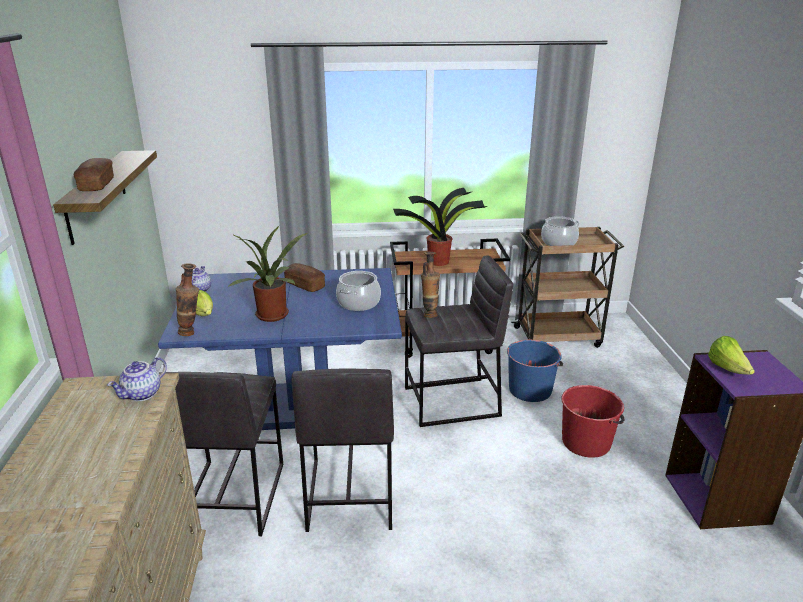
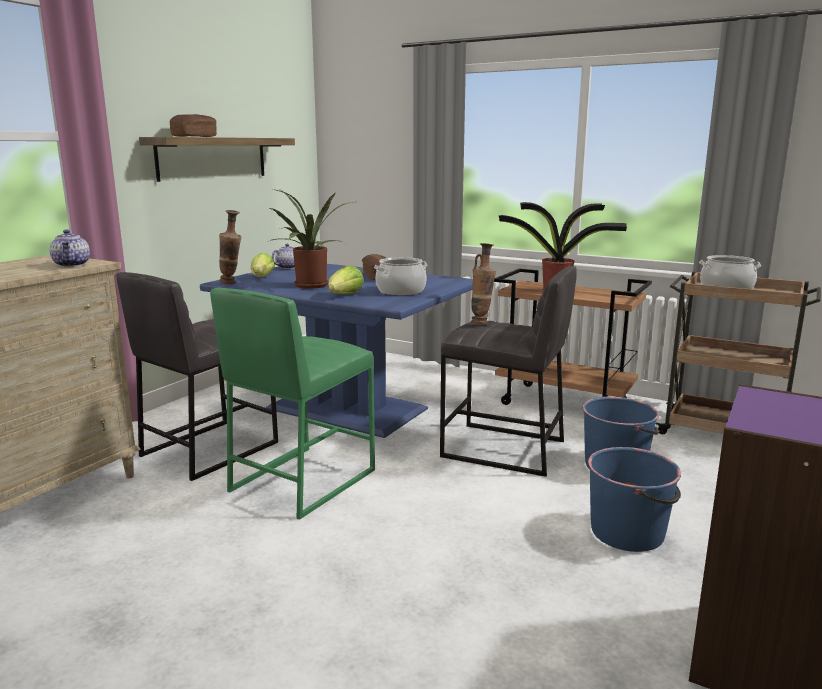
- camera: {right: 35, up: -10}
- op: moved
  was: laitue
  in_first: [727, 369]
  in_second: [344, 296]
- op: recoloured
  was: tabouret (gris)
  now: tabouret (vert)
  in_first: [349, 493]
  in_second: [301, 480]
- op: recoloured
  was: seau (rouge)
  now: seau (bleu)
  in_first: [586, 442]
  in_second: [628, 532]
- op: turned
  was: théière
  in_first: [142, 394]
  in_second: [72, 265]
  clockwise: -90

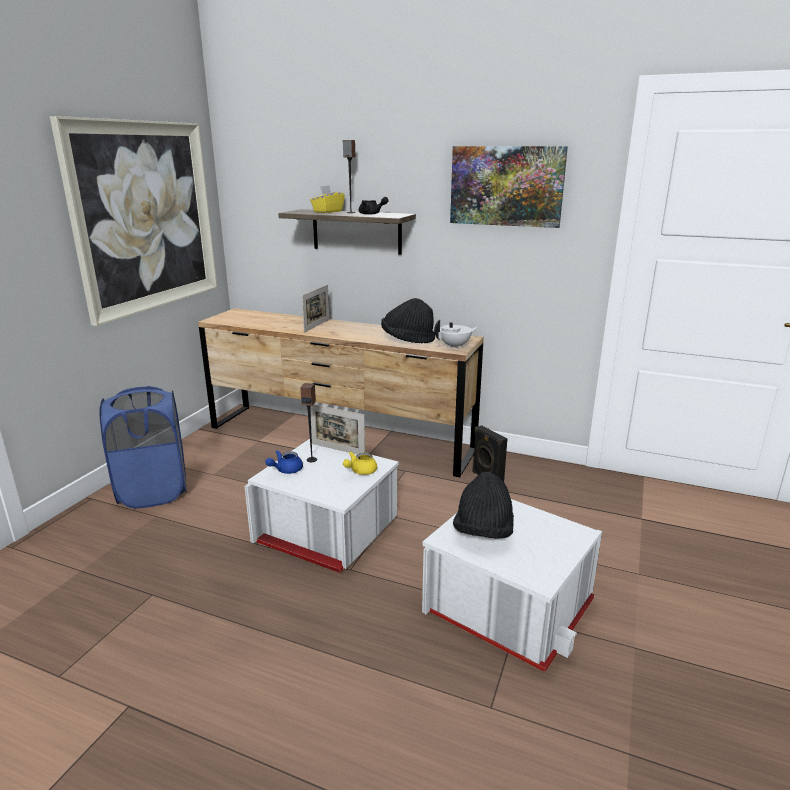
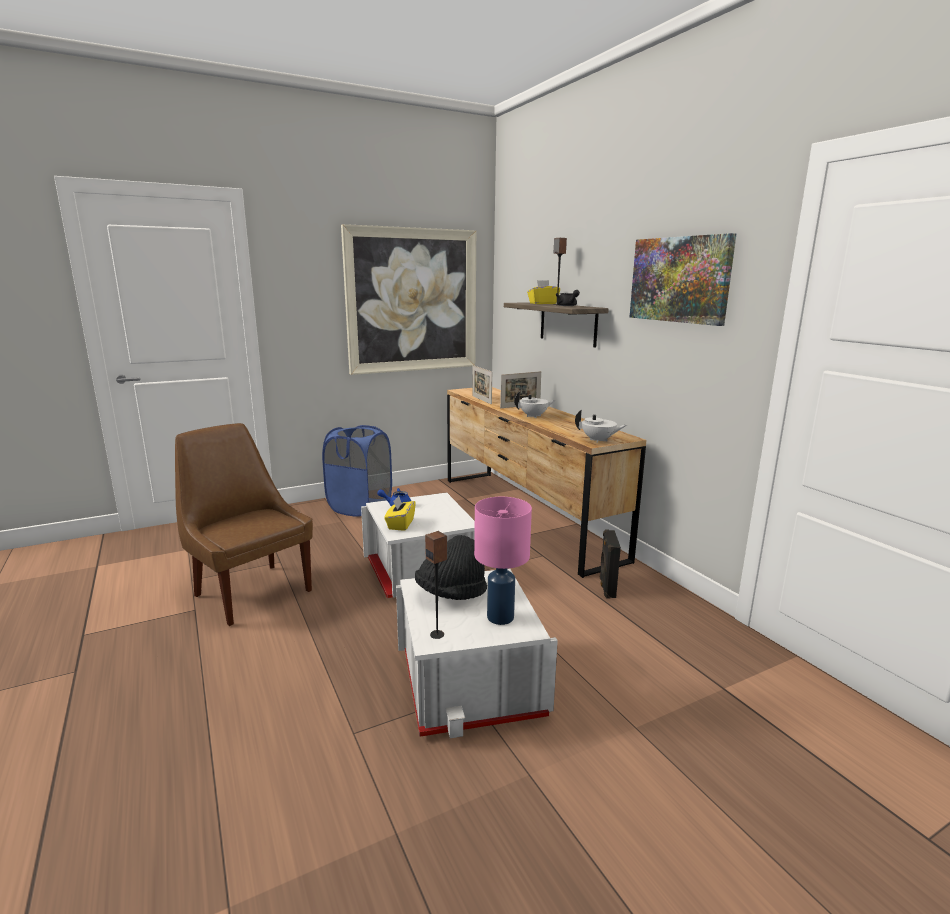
- camera: {right: 40, up: -5}
- op: removed
  was: théière (jaune)
  in_first: [360, 471]
- op: removed
  was: chapeau (noir)
  in_first: [407, 340]
- op: added
  now: chaise (marron)
  in_second: [251, 592]
- op: added
  now: boîte à mouchoirs (jaune)
  in_second: [400, 524]
- op: added
  now: lampe de table (rose)
  in_second: [499, 617]
- op: added
  now: théière (blanc)
  in_second: [534, 416]
- op: moved
  was: enceinte
  in_first: [312, 459]
  in_second: [437, 634]
- op: moved
  was: cadre photo
  in_first: [337, 449]
  in_second: [481, 400]

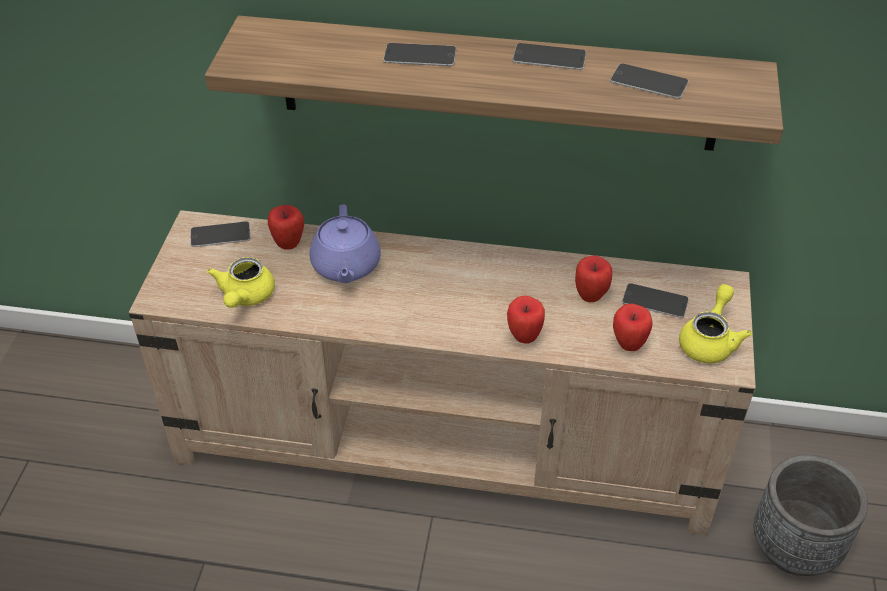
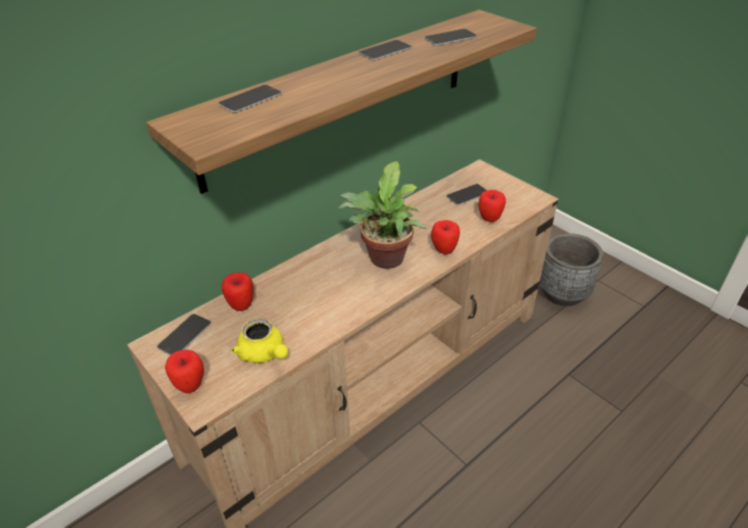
- camera: {right: -50, up: -5}
- op: removed
  was: théière (violet)
  in_first: [346, 266]
- op: removed
  was: théière (jaune)
  in_first: [709, 341]
- op: added
  now: plante en pot
  in_second: [384, 261]
- op: moved
  was: téléphone
  in_first: [420, 55]
  in_second: [250, 99]
- op: moved
  was: pomme
  in_first: [590, 296]
  in_second: [190, 386]

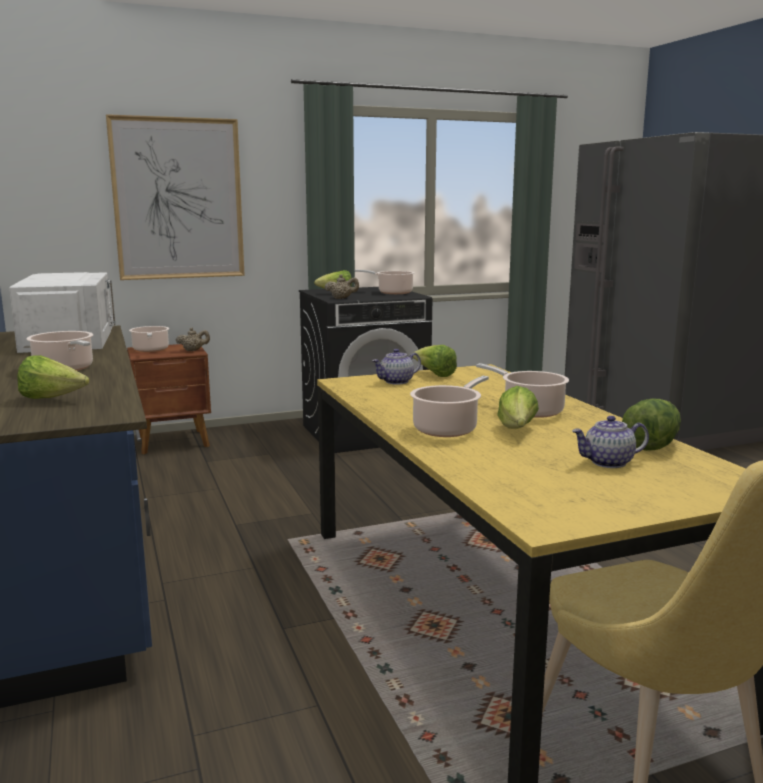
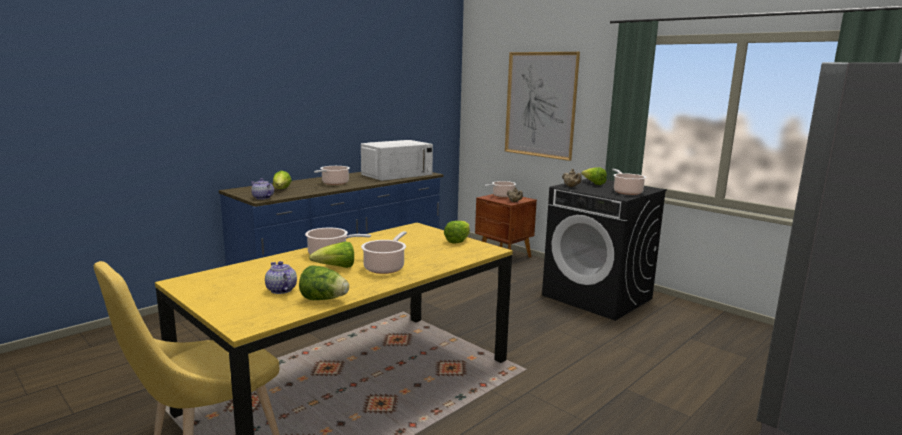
- camera: {right: 65, up: 0}
- op: moved
  was: théière
  in_first: [396, 382]
  in_second: [262, 198]

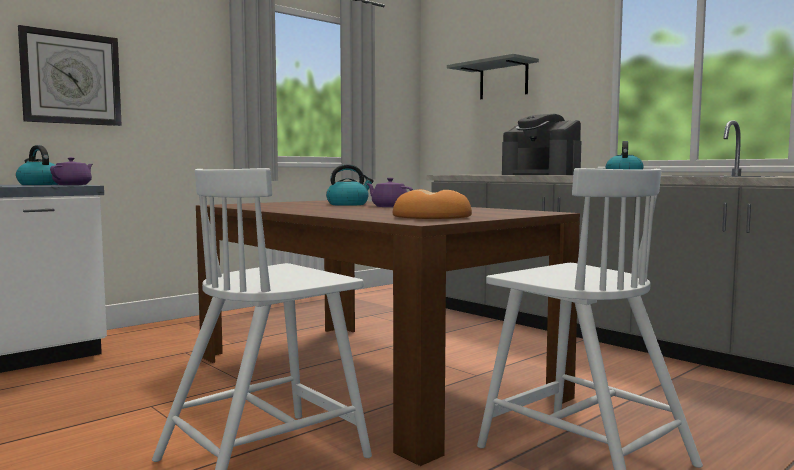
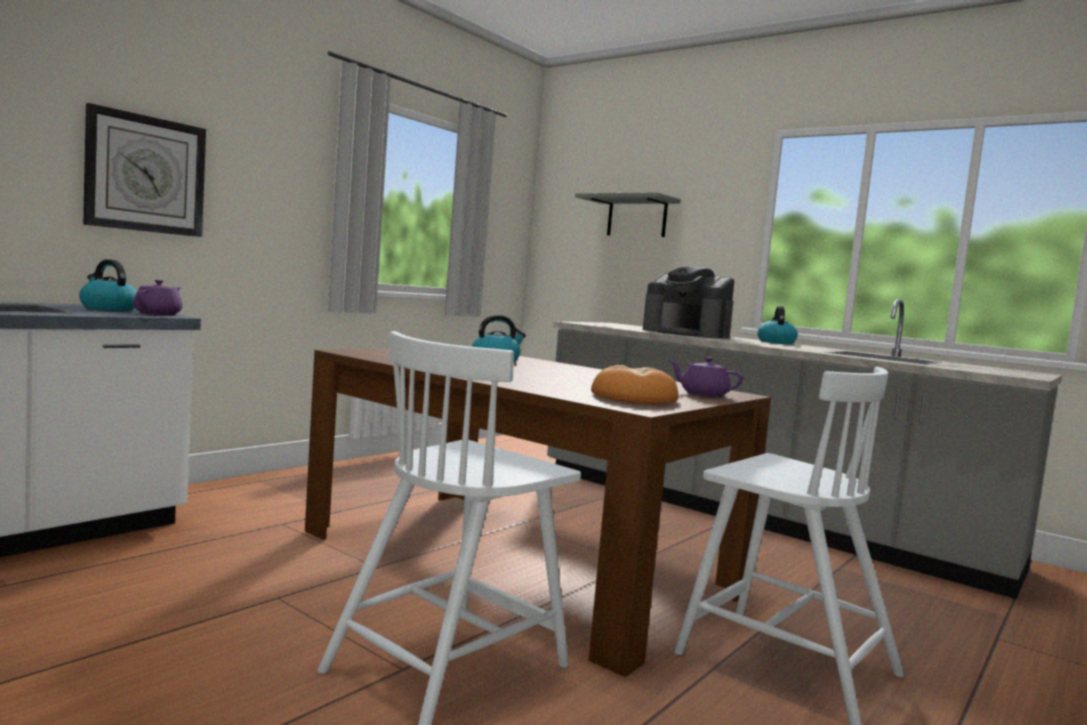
- camera: {right: -10, up: 0}
- op: moved
  was: théière (violet)
  in_first: [389, 206]
  in_second: [703, 394]

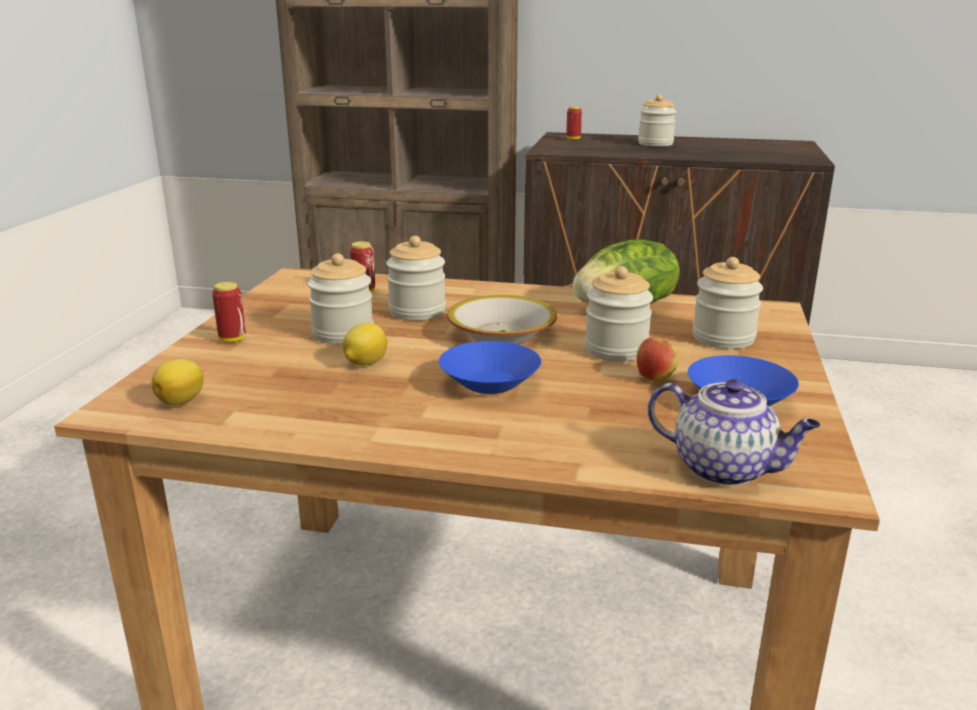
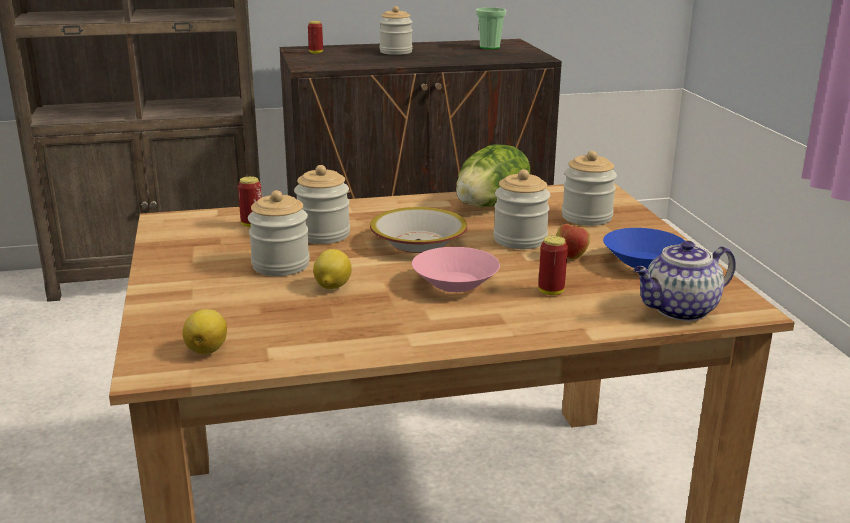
- camera: {right: -25, up: 0}
- op: added
  now: tasse
  in_second: [489, 47]
- op: moved
  was: boîte métallique
  in_first: [232, 339]
  in_second: [551, 292]
- op: recoloured
  was: bol (bleu)
  now: bol (rose)
  in_first: [490, 385]
  in_second: [456, 285]
- op: turned
  was: théière
  in_first: [725, 469]
  in_second: [679, 310]
  clockwise: 150

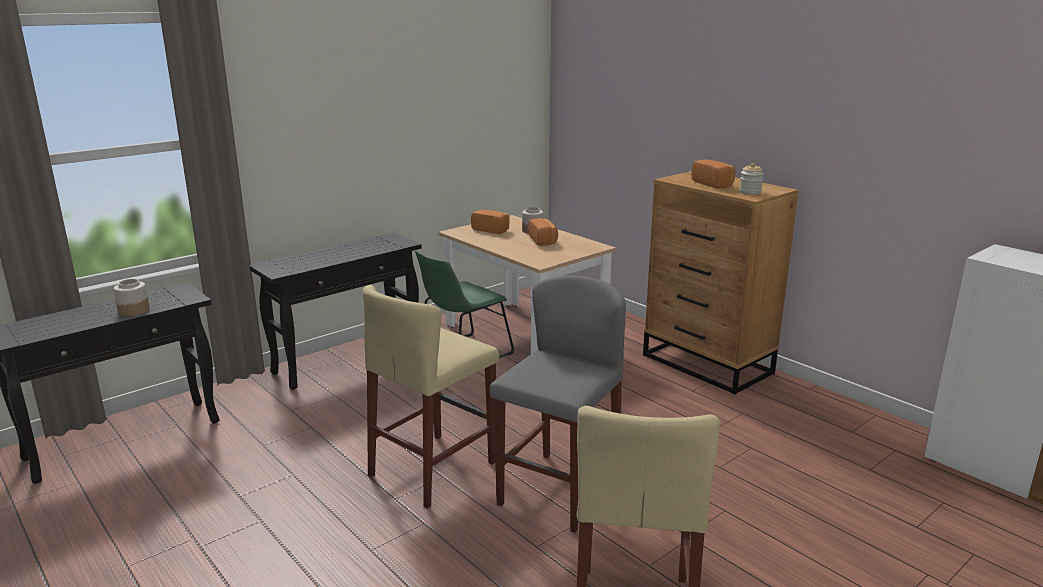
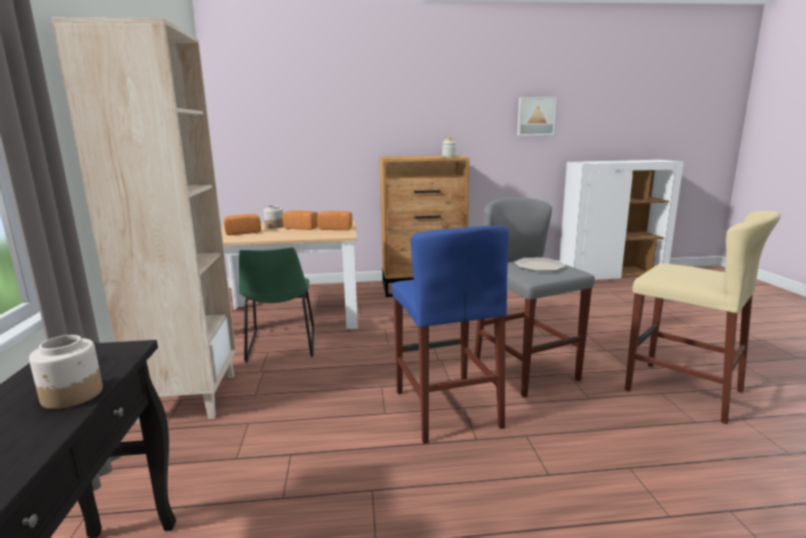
- camera: {right: -55, up: -5}
- op: added
  now: assiette
  in_second: [539, 265]
- op: added
  now: tableau
  in_second: [535, 116]
- op: moved
  was: pain
  in_first: [713, 184]
  in_second: [336, 228]
- op: replaced
  was: table console (noir)
  now: bibliothèque (beige)
  in_first: [348, 360]
  in_second: [189, 397]
- op: recoloured
  was: tabouret (beige)
  now: tabouret (bleu)
  in_first: [433, 469]
  in_second: [446, 408]

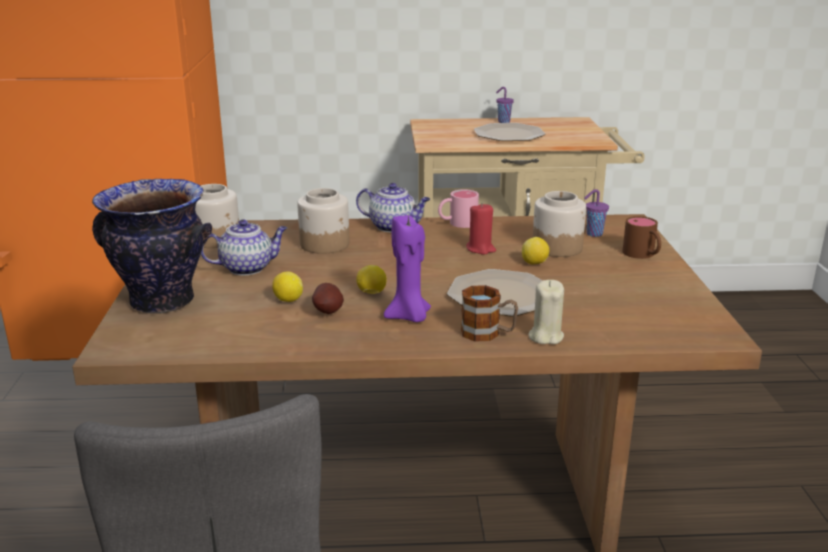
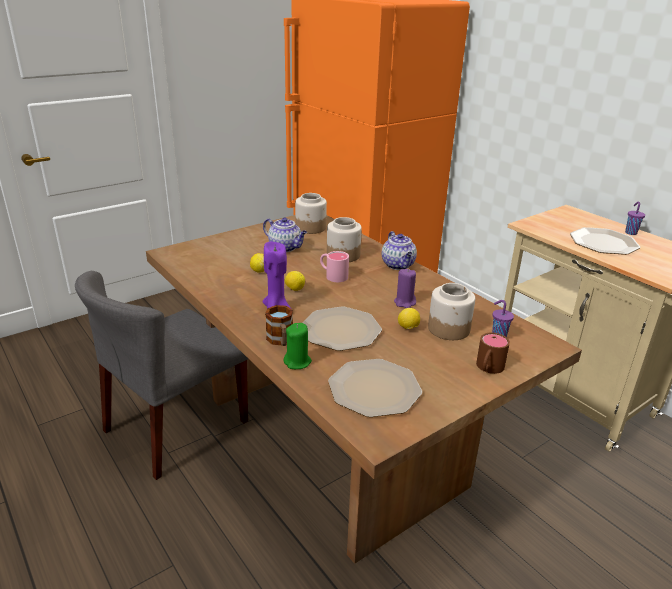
- camera: {right: 55, up: 5}
- op: removed
  was: vase
  in_first: [161, 302]
- op: removed
  was: pomme de terre
  in_first: [329, 312]
- op: added
  now: assiette
  in_second: [374, 389]
- op: moved
  was: mug (rose)
  in_first: [457, 223]
  in_second: [333, 275]
- op: recoloured
  was: bougie (rouge)
  now: bougie (violet)
  in_first: [480, 249]
  in_second: [405, 302]
- op: recoloured
  was: bougie (beige)
  now: bougie (vert)
  in_first: [545, 336]
  in_second: [297, 362]

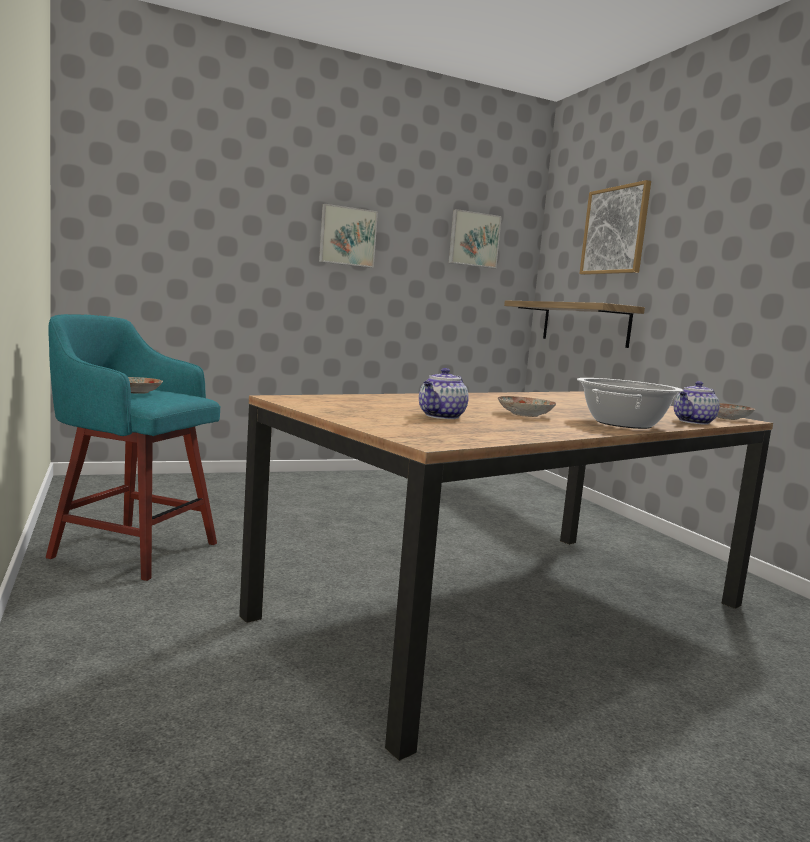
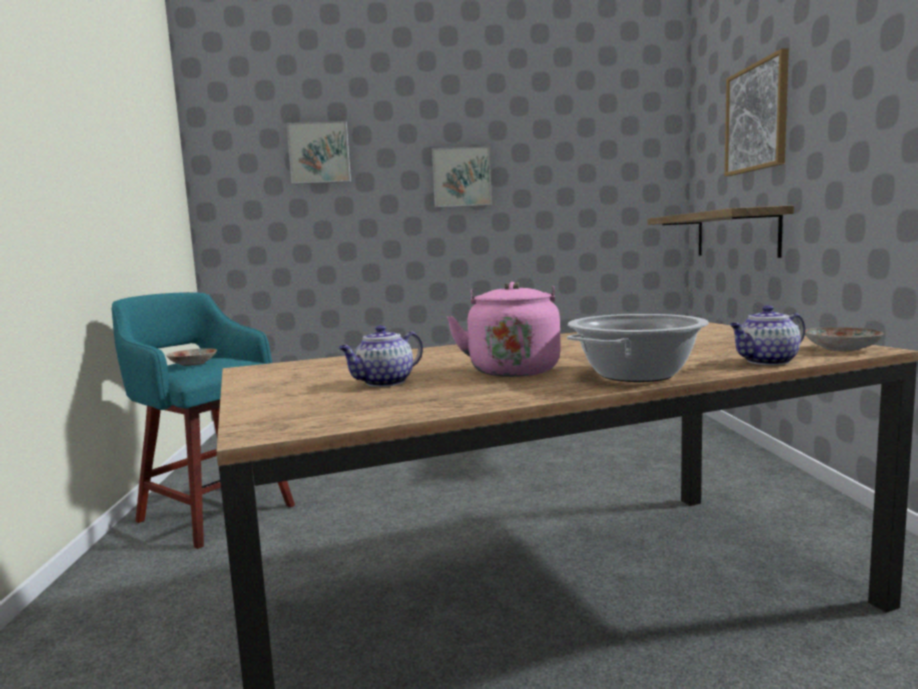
- camera: {right: 20, up: 0}
- op: moved
  was: tableau
  in_first: [473, 239]
  in_second: [319, 153]
- op: replaced
  was: assiette
  now: bouilloire (rose)
  in_first: [525, 414]
  in_second: [513, 369]

